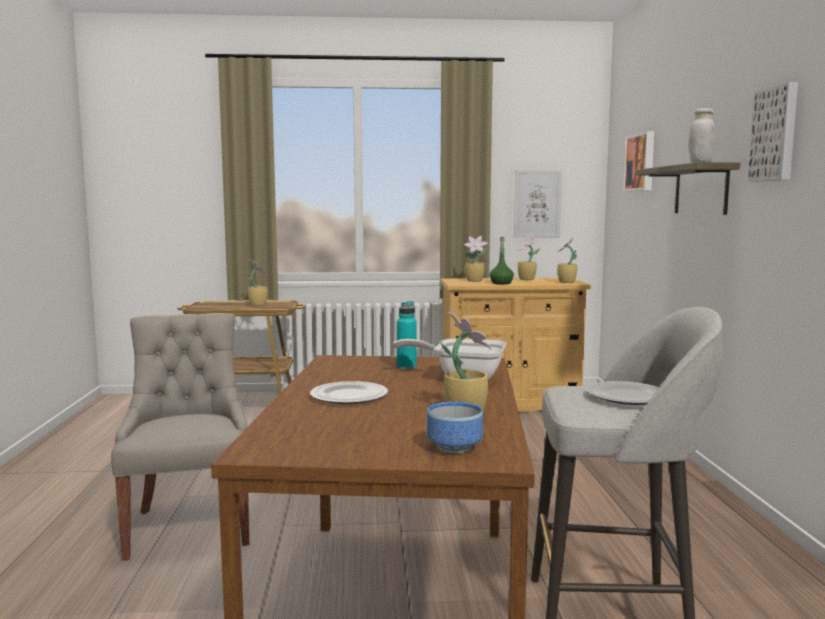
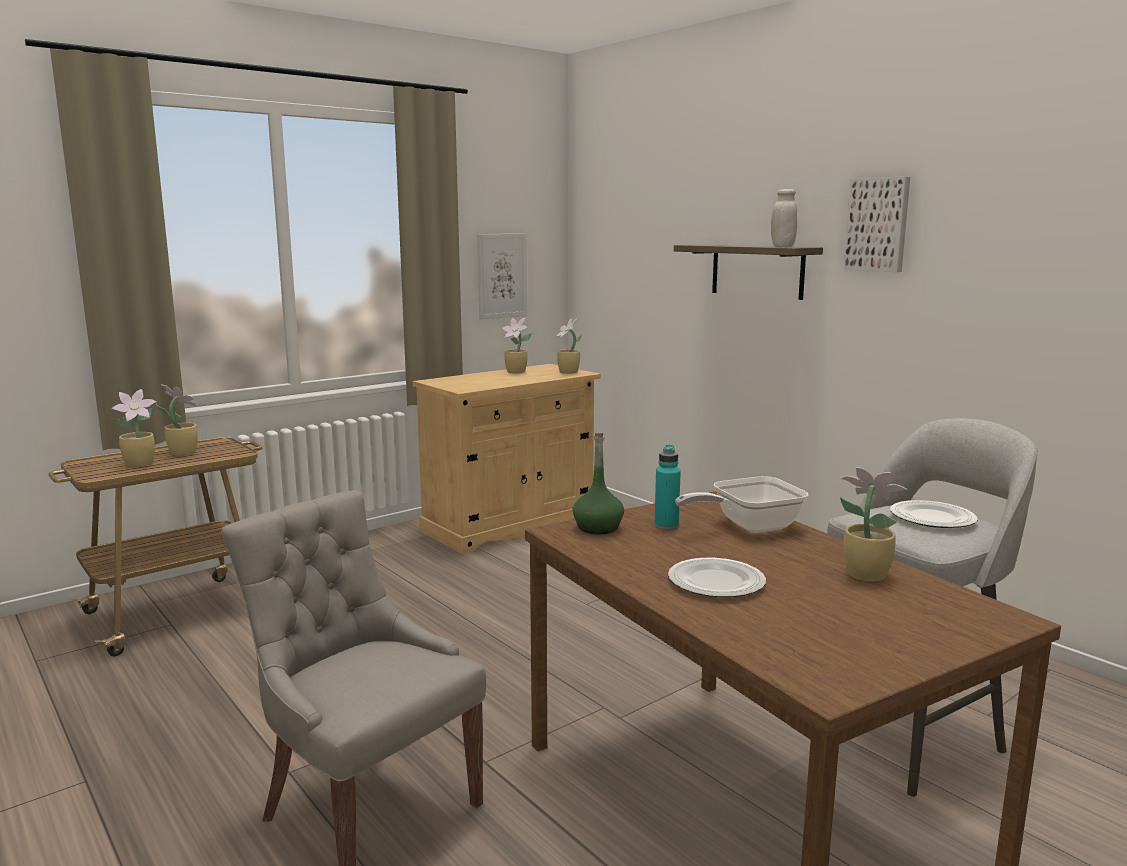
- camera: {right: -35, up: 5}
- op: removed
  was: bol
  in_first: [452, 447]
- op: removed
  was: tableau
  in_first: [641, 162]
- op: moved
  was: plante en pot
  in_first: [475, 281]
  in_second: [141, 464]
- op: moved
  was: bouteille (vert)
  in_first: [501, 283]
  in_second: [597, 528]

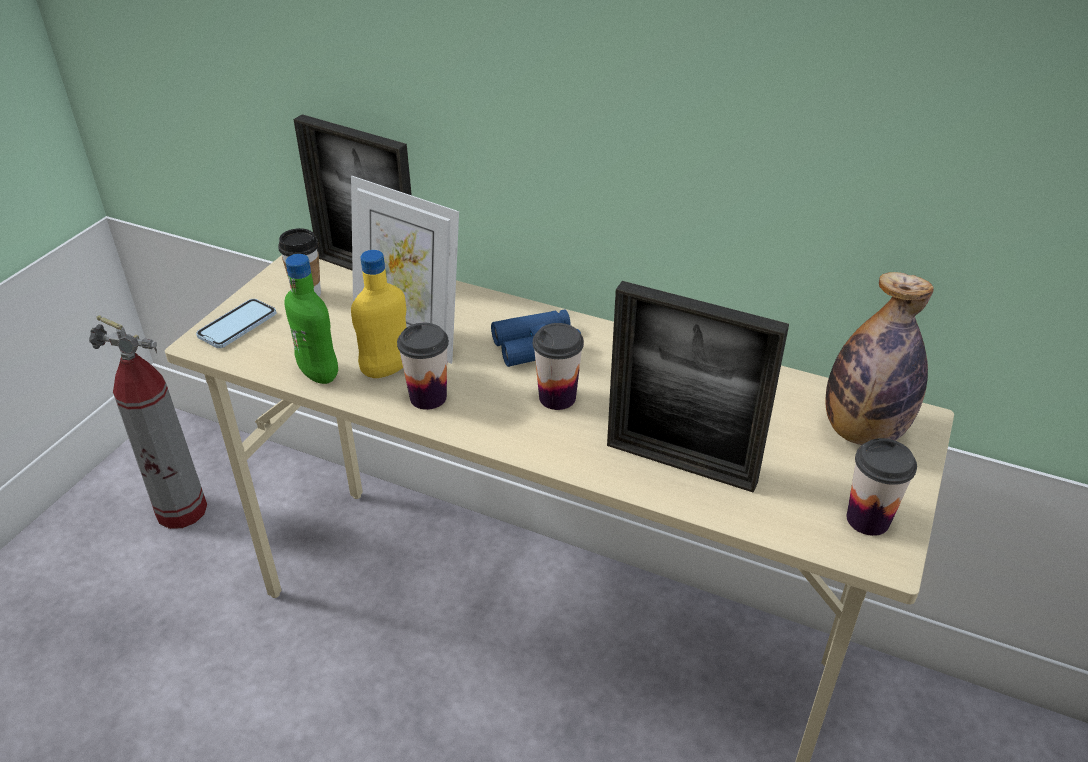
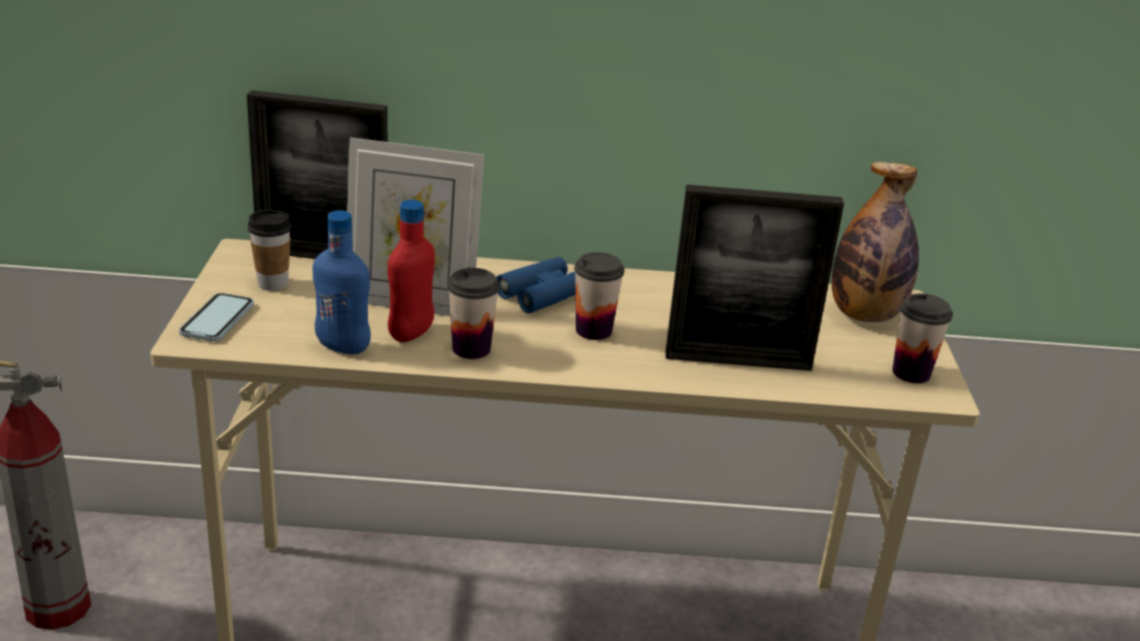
- camera: {right: -25, up: -10}
- op: recoloured
  was: bouteille (vert)
  now: bouteille (bleu)
  in_first: [319, 373]
  in_second: [343, 347]
- op: recoloured
  was: bouteille (jaune)
  now: bouteille (rouge)
  in_first: [387, 369]
  in_second: [411, 333]

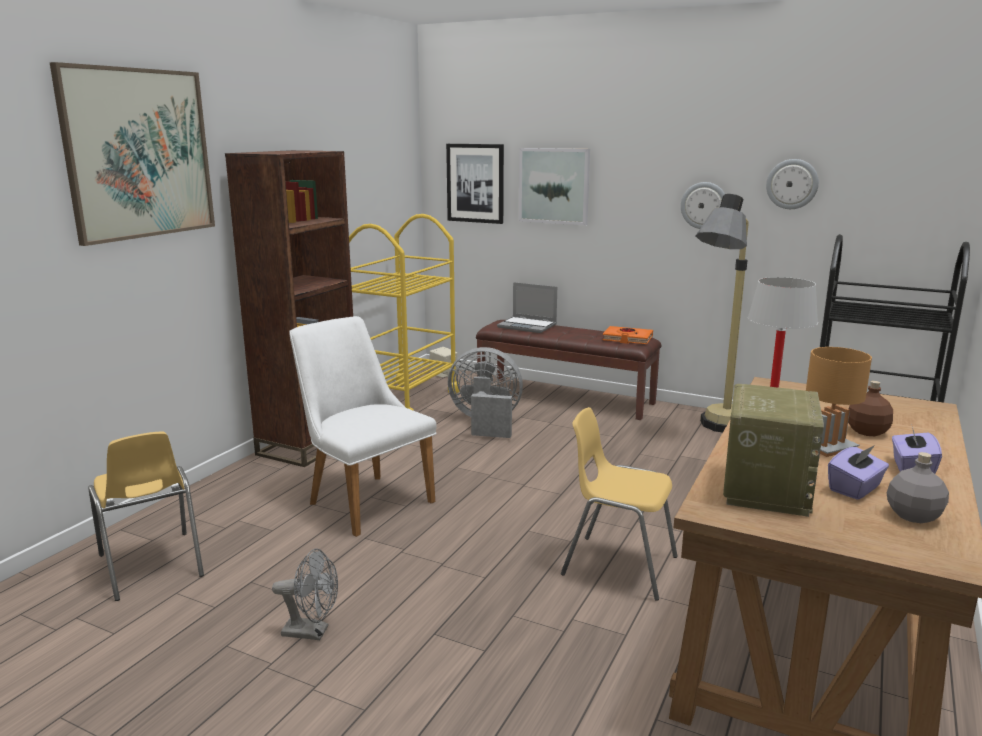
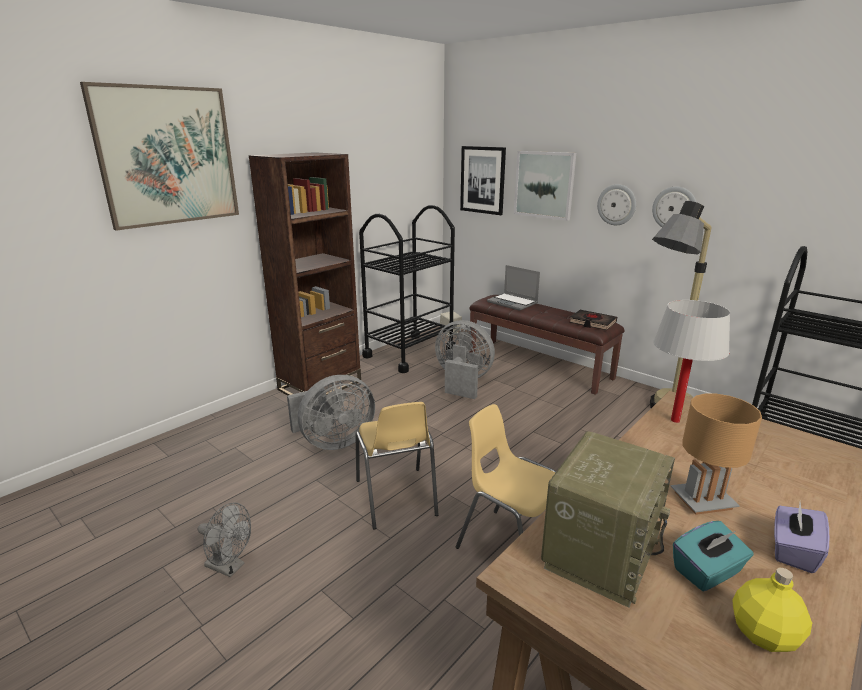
- camera: {right: 15, up: 5}
- op: removed
  was: bouteille (marron)
  in_first: [868, 432]
- op: moved
  was: chaise (jaune)
  in_first: [151, 566]
  in_second: [396, 498]
- op: moved
  was: horloge murale
  in_first: [792, 184]
  in_second: [617, 204]
- op: replaced
  was: chaise (blanc)
  now: ventilateur (gris)
  in_first: [363, 499]
  in_second: [333, 442]
- op: recoloured
  was: chariot (jaune)
  now: chariot (noir)
  in_first: [404, 400]
  in_second: [409, 353]
- op: recoloured
  was: livre (orange)
  now: livre (noir)
  in_first: [627, 339]
  in_second: [592, 323]
- op: recoloured
  was: boîte à mouchoirs (violet)
  now: boîte à mouchoirs (turquoise)
  in_first: [855, 489]
  in_second: [707, 572]
- op: recoloured
  was: bouteille (gris)
  now: bouteille (jaune)
  in_first: [914, 516]
  in_second: [765, 635]

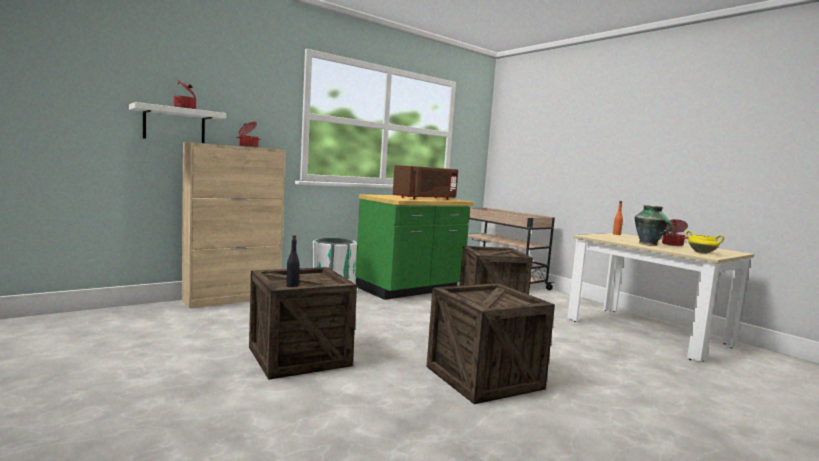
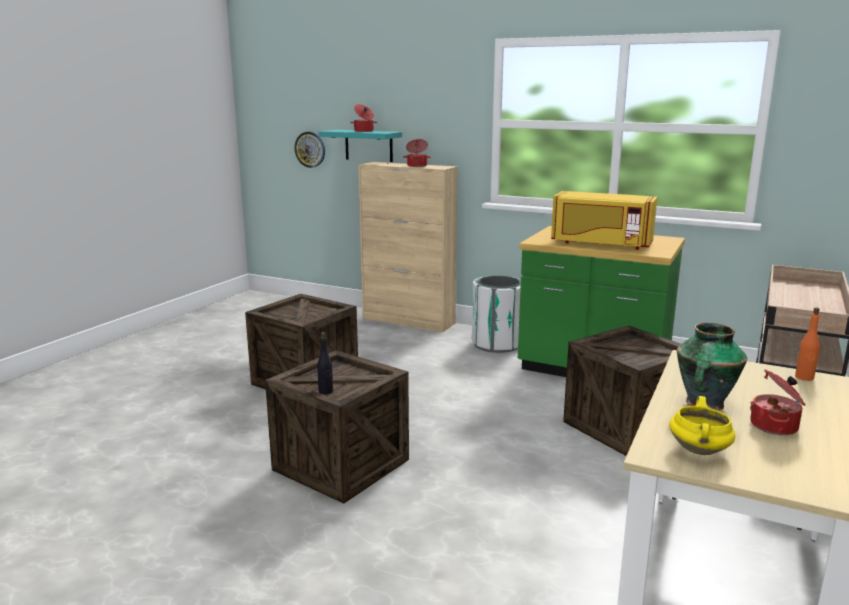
- camera: {right: 65, up: 10}
- op: added
  now: horloge murale
  in_second: [310, 149]
- op: moved
  was: bouteille (noir)
  in_first: [292, 286]
  in_second: [326, 391]
- op: recoloured
  was: étagère (blanc)
  now: étagère (turquoise)
  in_first: [174, 125]
  in_second: [368, 145]
- op: recoloured
  was: micro-ondes (marron)
  now: micro-ondes (jaune)
  in_first: [426, 199]
  in_second: [600, 244]

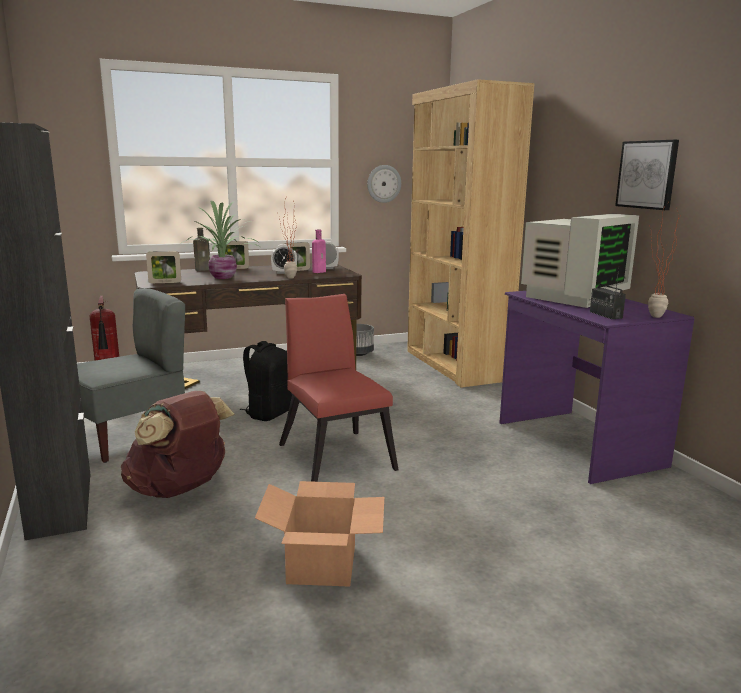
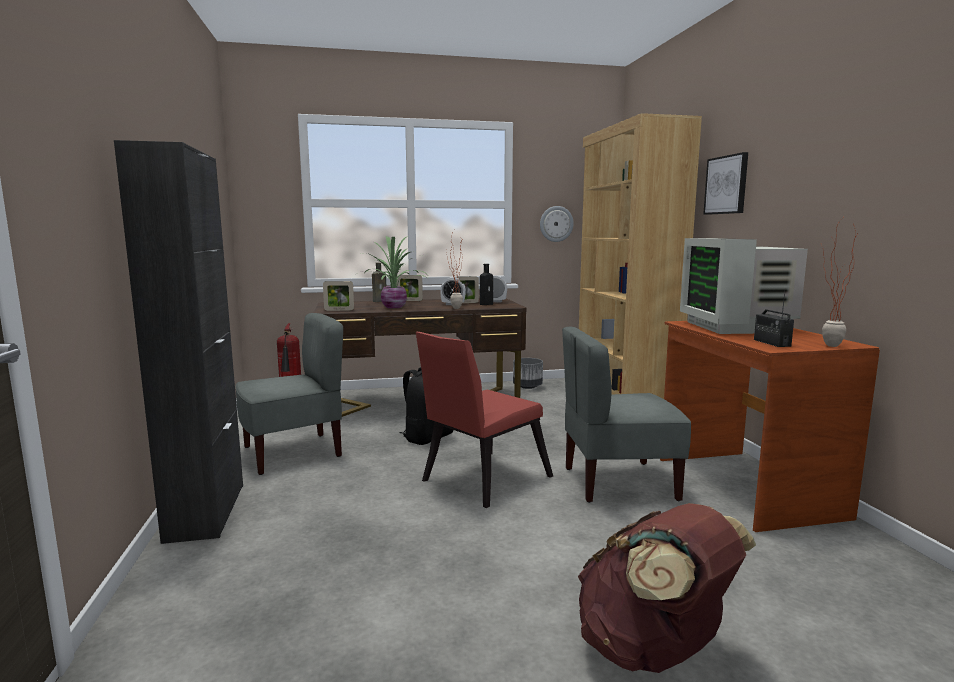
- camera: {right: 10, up: -5}
- op: removed
  was: carton
  in_first: [321, 564]
- op: added
  now: chaise (gris)
  in_second: [618, 483]
- op: moved
  was: sac à dos (marron)
  in_first: [180, 489]
  in_second: [653, 650]
- op: moved
  was: tableau
  in_first: [647, 174]
  in_second: [726, 185]
- op: recoloured
  was: bouteille (rose)
  now: bouteille (noir)
  in_first: [320, 271]
  in_second: [487, 304]
- op: recoloured
  was: bureau (violet)
  now: bureau (marron)
  in_first: [576, 443]
  in_second: [744, 486]
- op: turned
  was: chaise (rouge)
  in_first: [335, 454]
  in_second: [480, 480]
  clockwise: -120
- op: turned
  was: écran d'ordinateur
  in_first: [571, 297]
  in_second: [737, 327]
  clockwise: 120

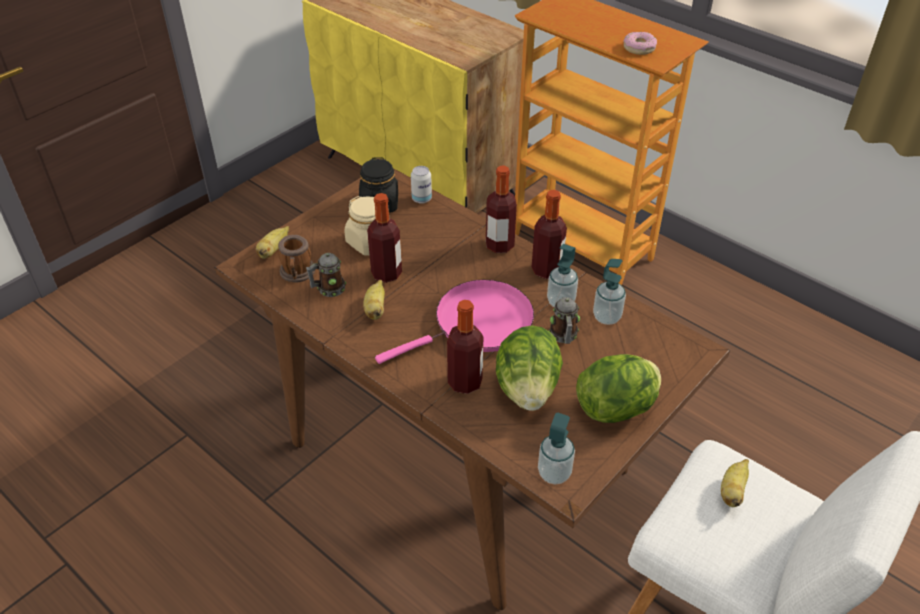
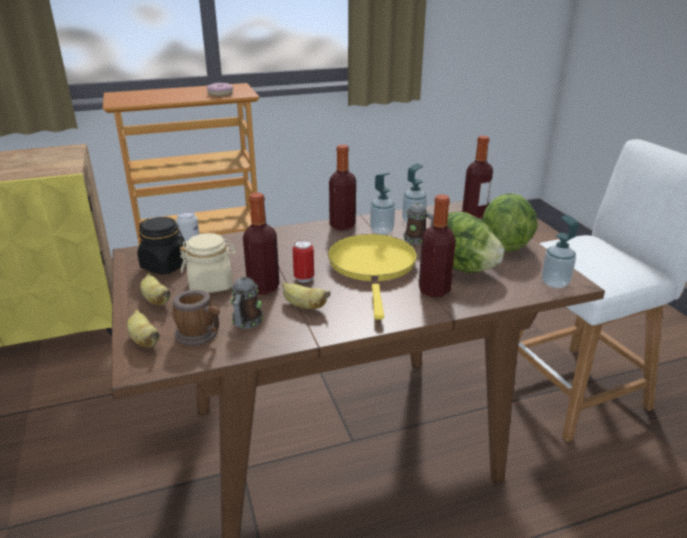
- camera: {right: -60, up: -15}
- op: added
  now: boîte métallique
  in_second: [304, 278]
- op: moved
  was: bouteille
  in_first: [499, 245]
  in_second: [474, 214]
- op: moved
  was: banane
  in_first: [732, 491]
  in_second: [156, 300]
- op: recoloured
  was: poêle (rose)
  now: poêle (jaune)
  in_first: [478, 324]
  in_second: [373, 266]

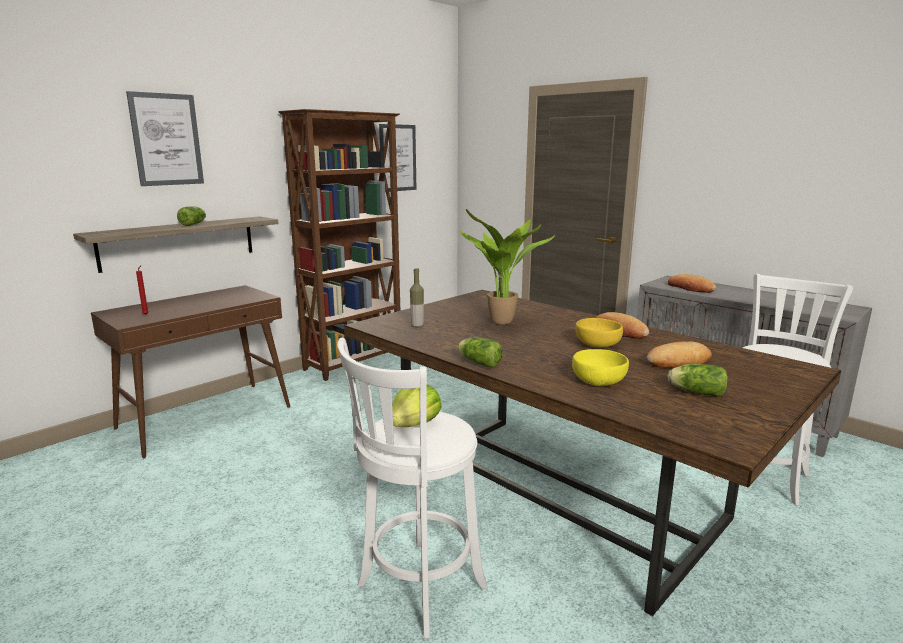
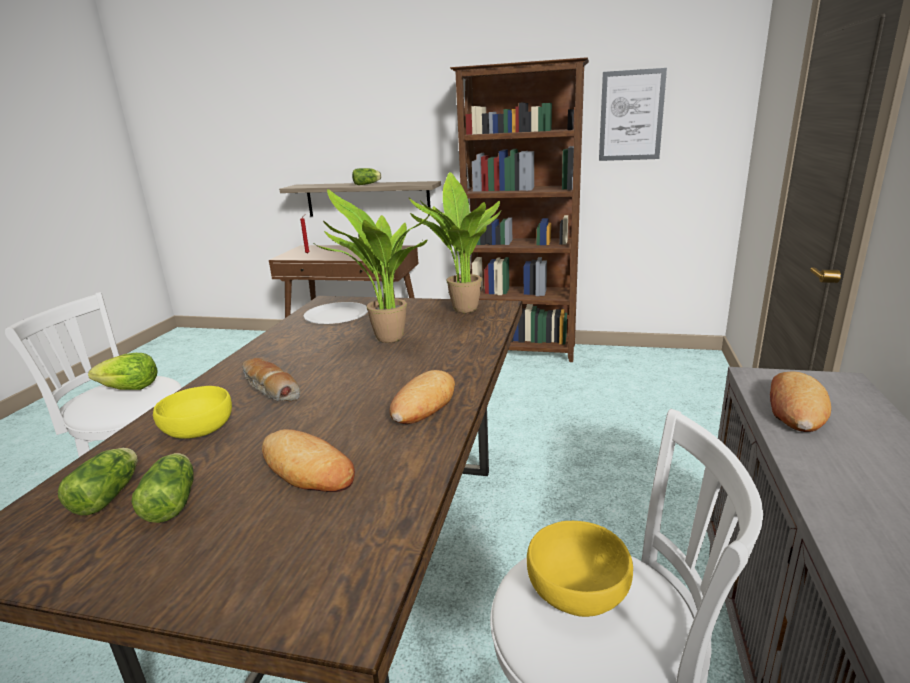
- camera: {right: 60, up: 5}
- op: removed
  was: tableau
  in_first: [166, 140]
- op: added
  now: pain
  in_second: [269, 389]
- op: added
  now: plante en pot
  in_second: [461, 310]
- op: moved
  was: laitue
  in_first: [478, 362]
  in_second: [110, 494]
- op: moved
  was: bol (jaune)
  in_first: [597, 344]
  in_second: [576, 590]
- op: replaced
  was: bouteille
  now: assiette (blanc)
  in_first: [417, 326]
  in_second: [336, 315]

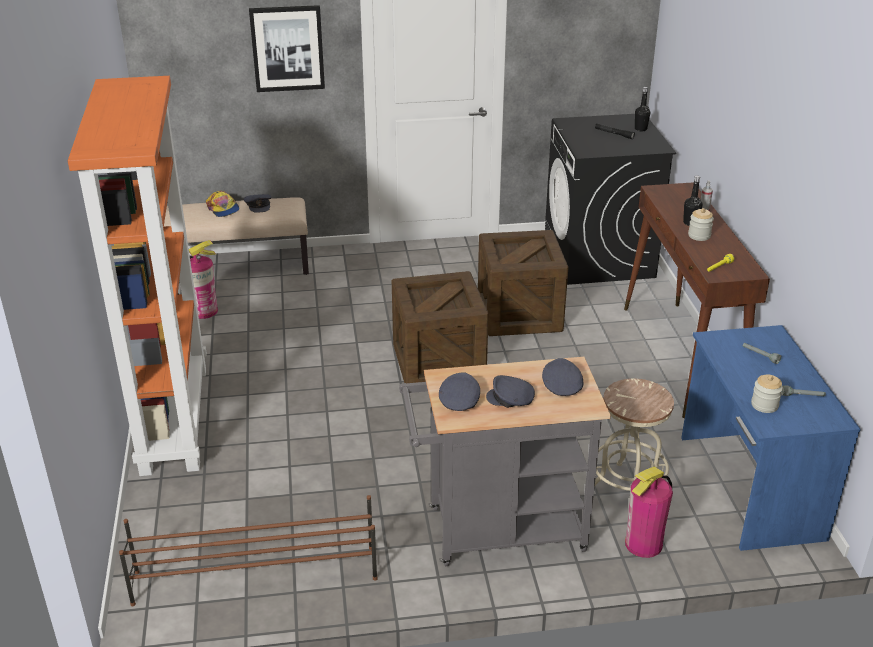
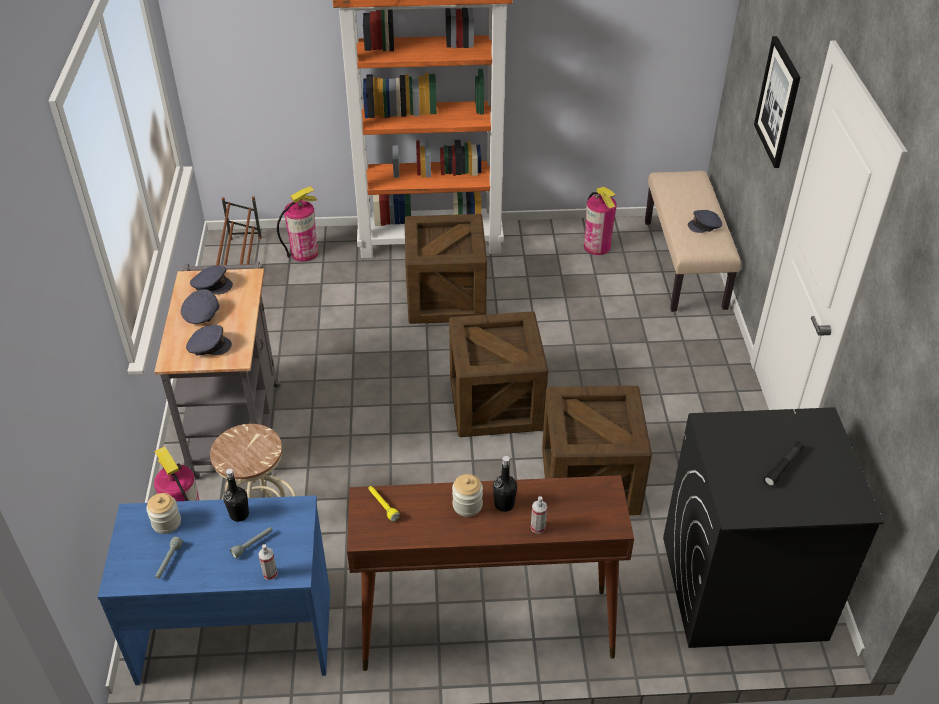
- camera: {right: 95, up: 10}
- op: removed
  was: casquette
  in_first: [223, 209]
- op: added
  now: vaporisateur
  in_second: [270, 574]
- op: added
  now: extincteur
  in_second: [304, 253]
- op: added
  now: caisse
  in_second: [446, 298]
- op: moved
  was: bouteille (noir)
  in_first: [640, 129]
  in_second: [239, 514]

